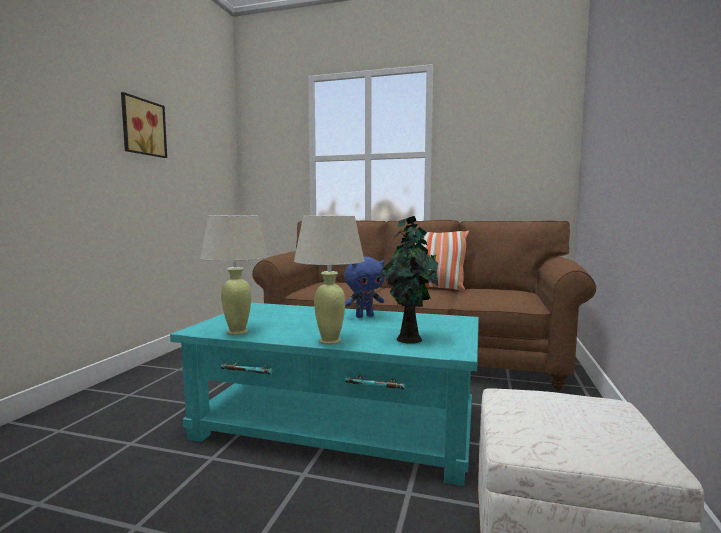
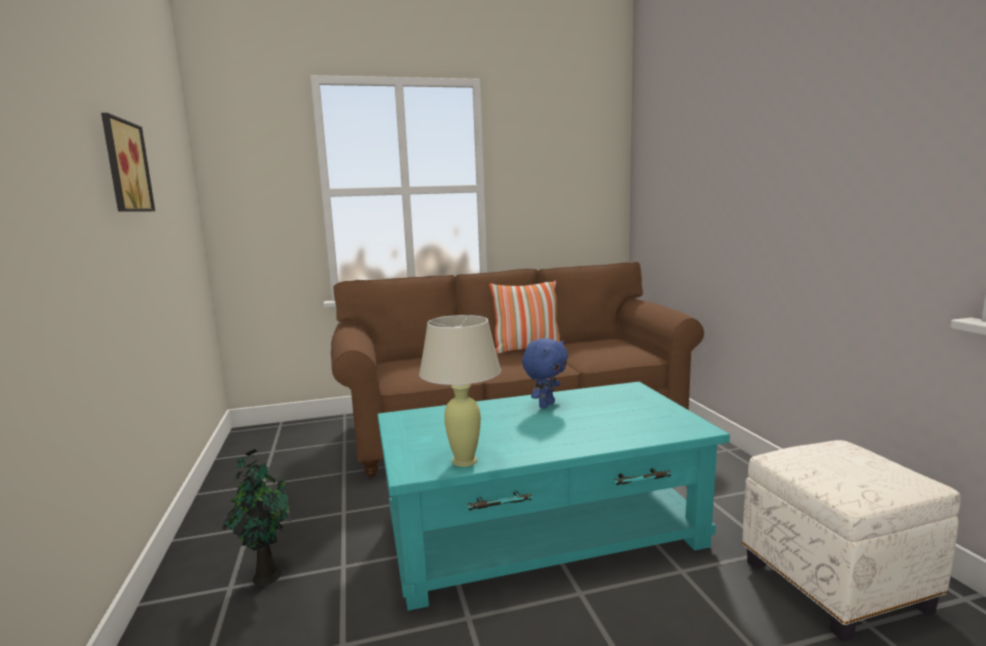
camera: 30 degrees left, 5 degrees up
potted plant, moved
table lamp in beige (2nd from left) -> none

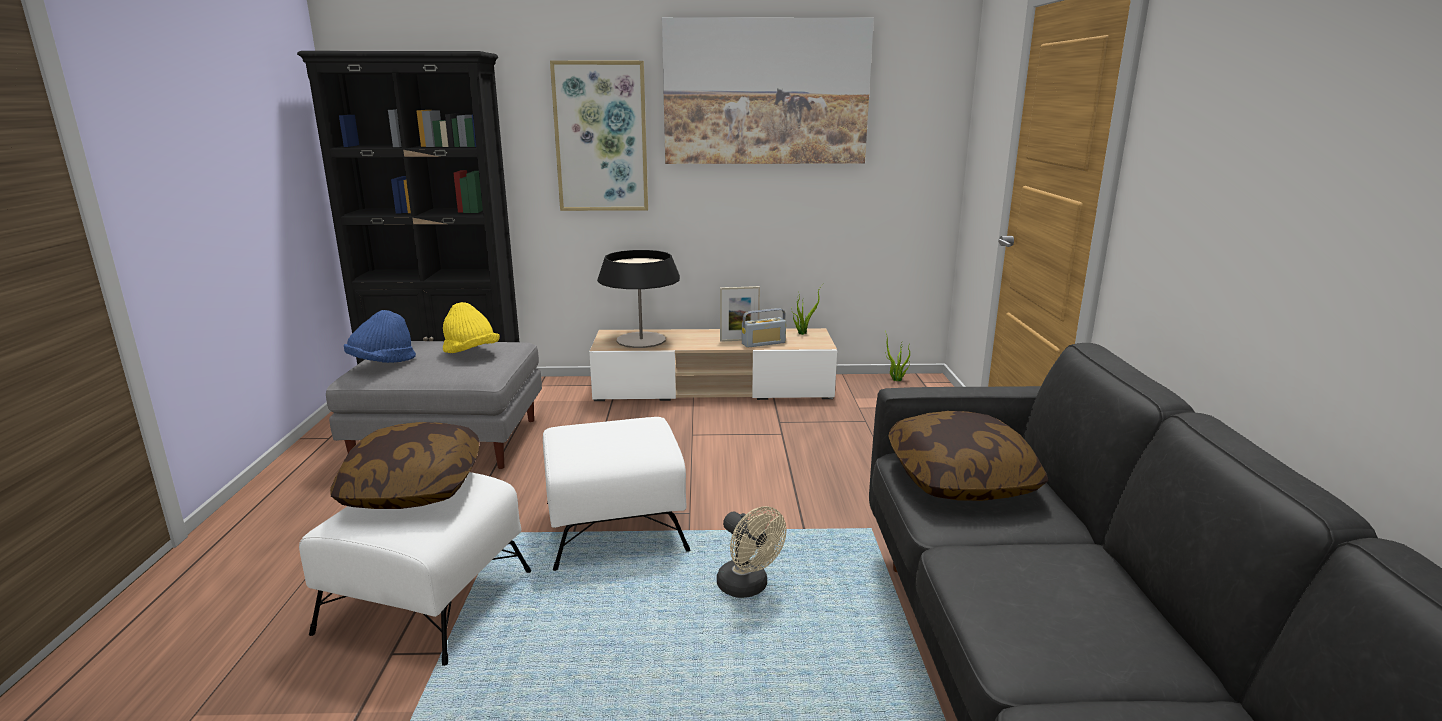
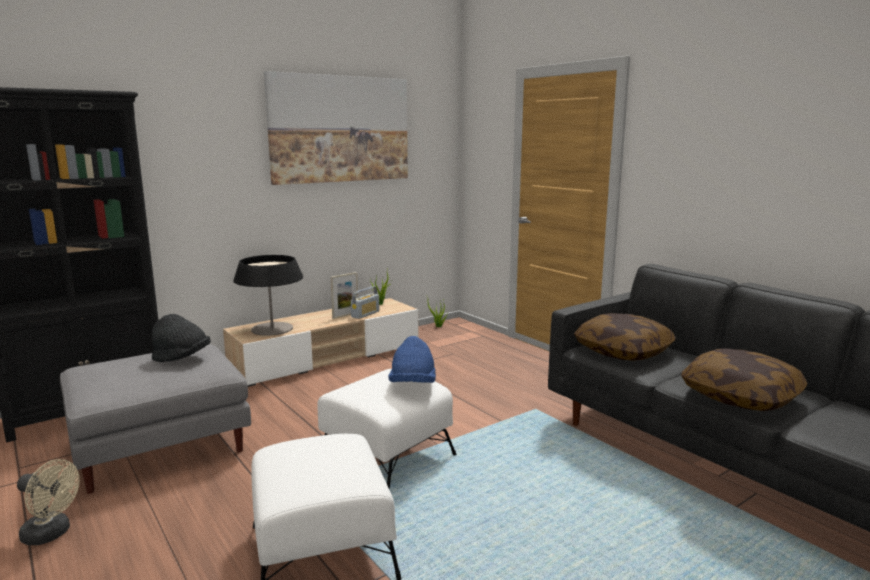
camera: 35 degrees left, 5 degrees down
fan in beige, moved
hat in yellow -> hat in black
hat in blue, moved
pillow (1st from left in the first image) -> pillow (2nd from left), moved
picture (1st from left) -> none

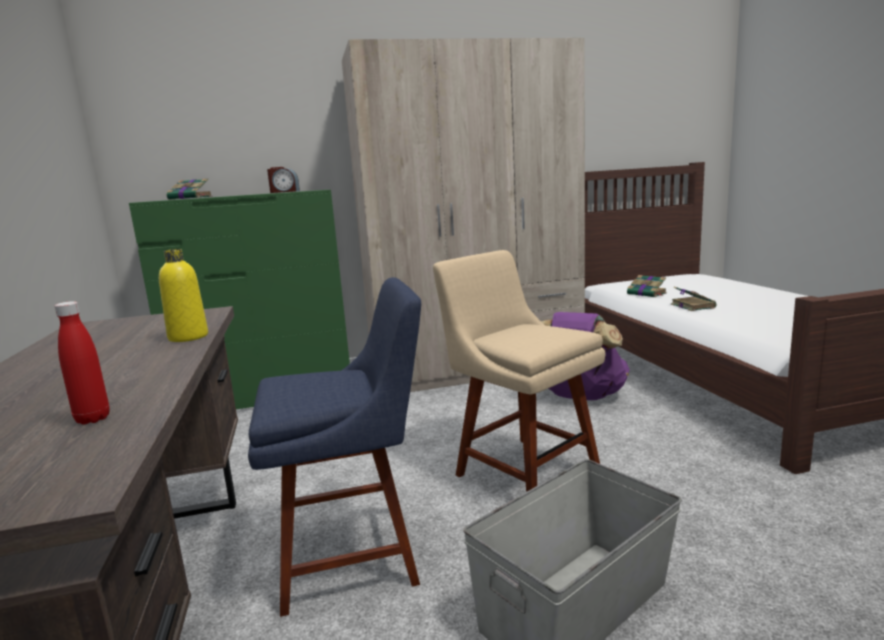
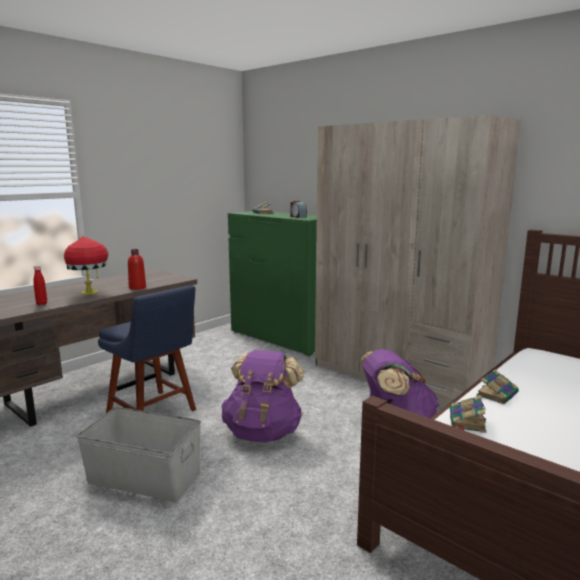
camera: 55 degrees right, 0 degrees up
none -> table lamp in red
bottle in yellow -> bottle in red (2nd from left)
chair in beige -> backpack in purple (1st from left)
book (2nd from left), moved

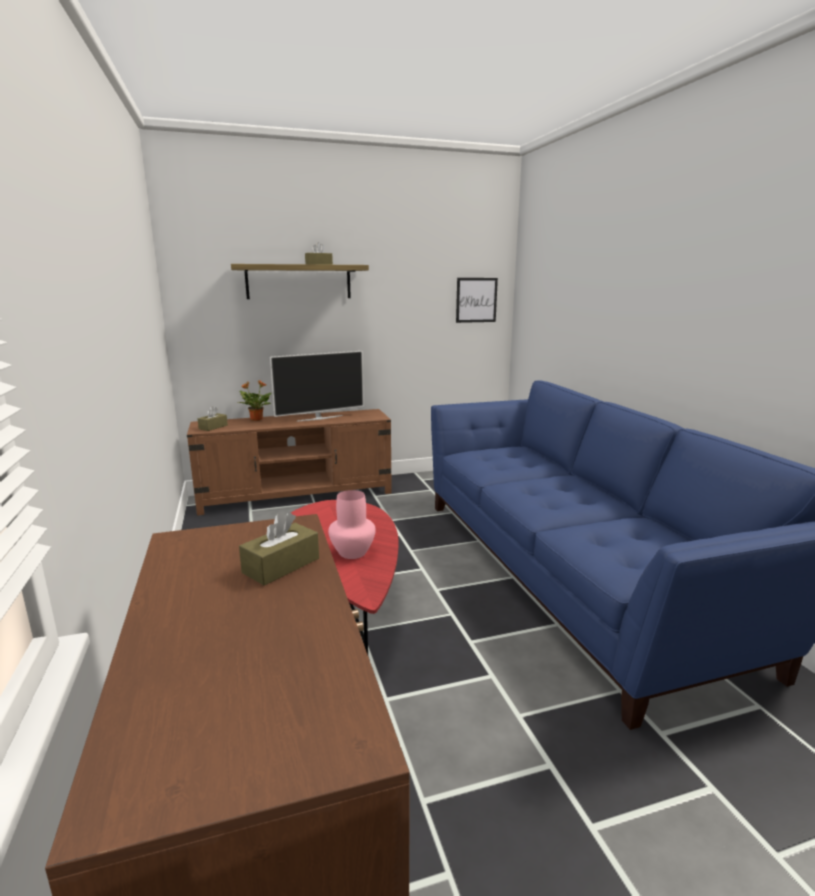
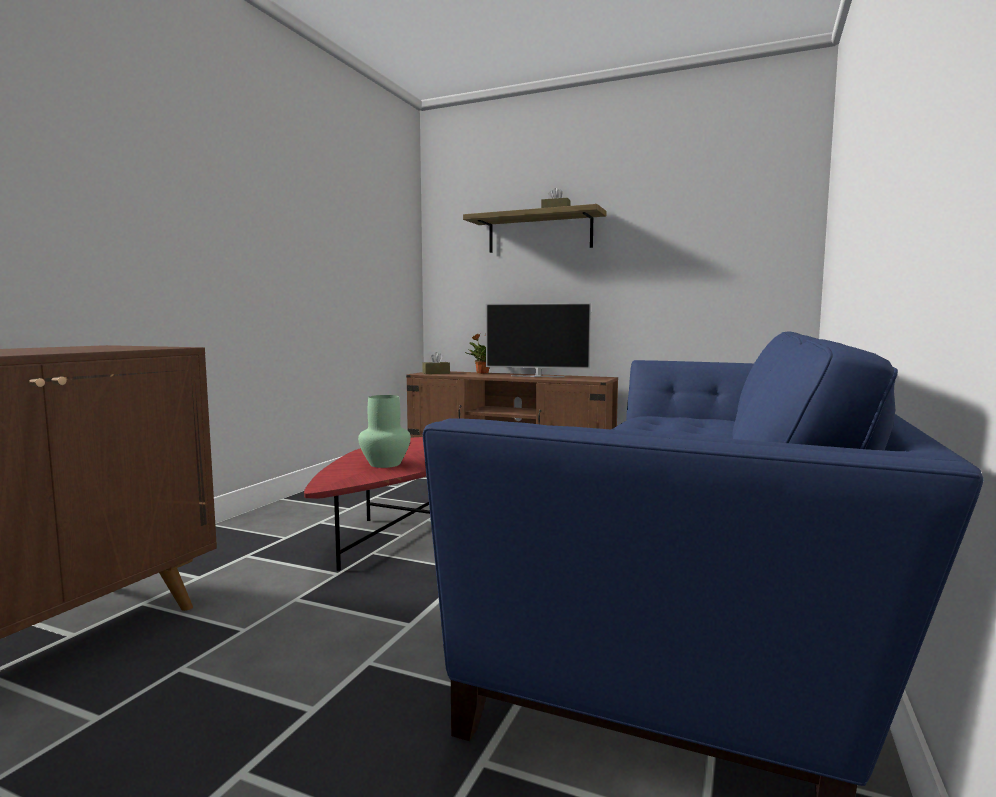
camera: 40 degrees right, 10 degrees down
vase in pink -> vase in green
tissue box in brown (2nd from left) -> none
picture -> none

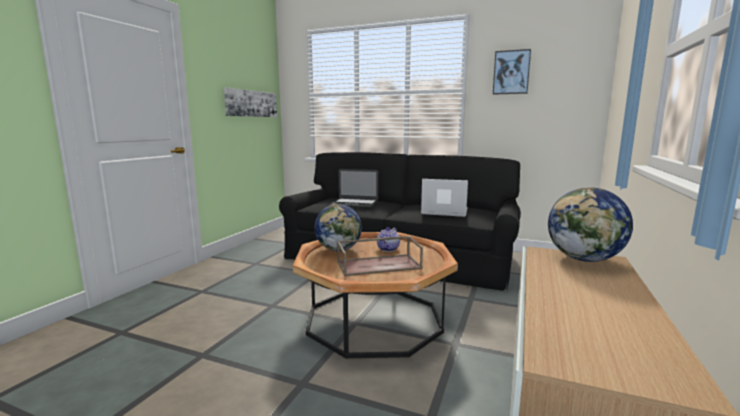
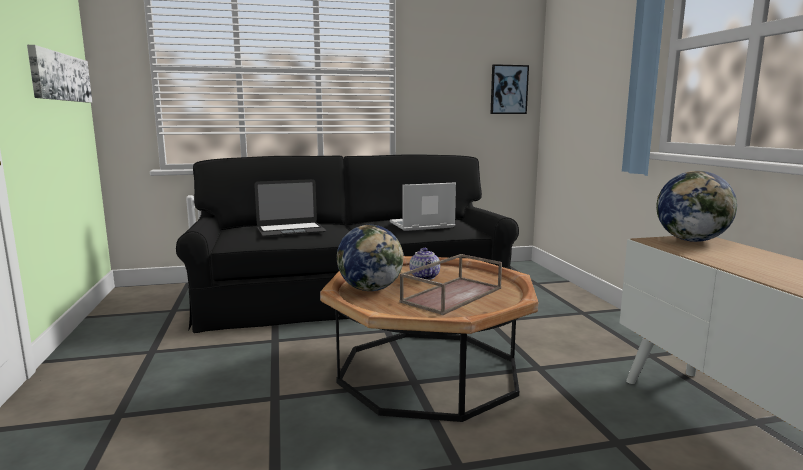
camera: 35 degrees left, 0 degrees up
picture (2nd from left), moved

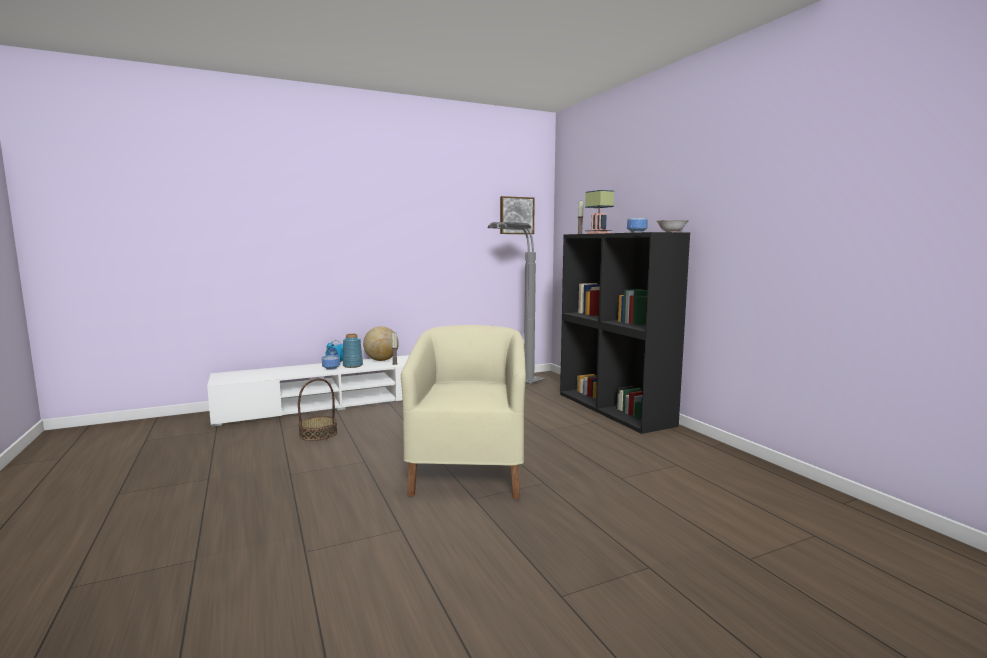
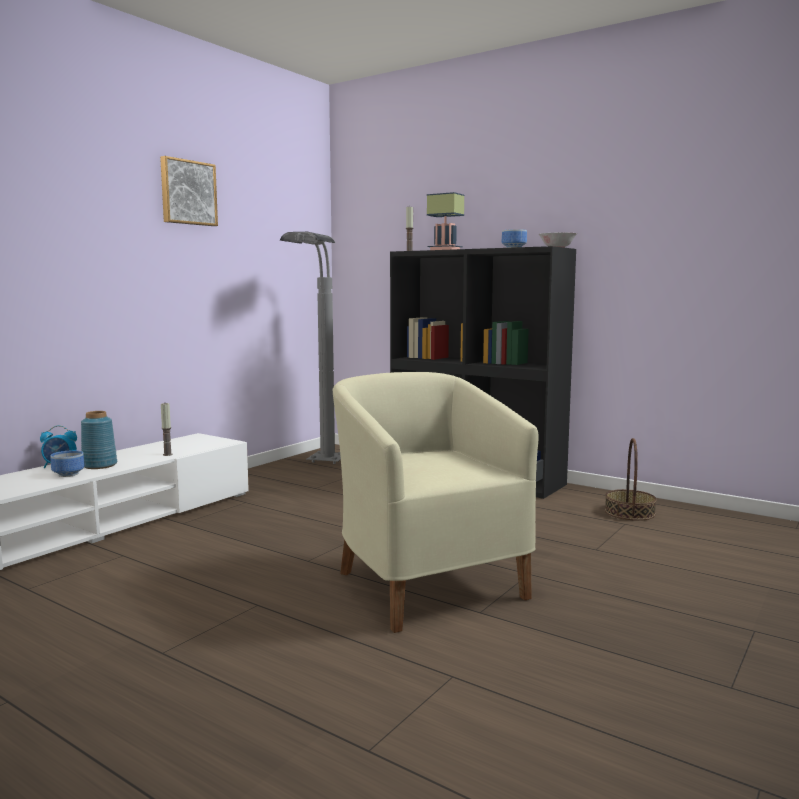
camera: 30 degrees left, 0 degrees up
picture, moved
basket, moved
globe -> none

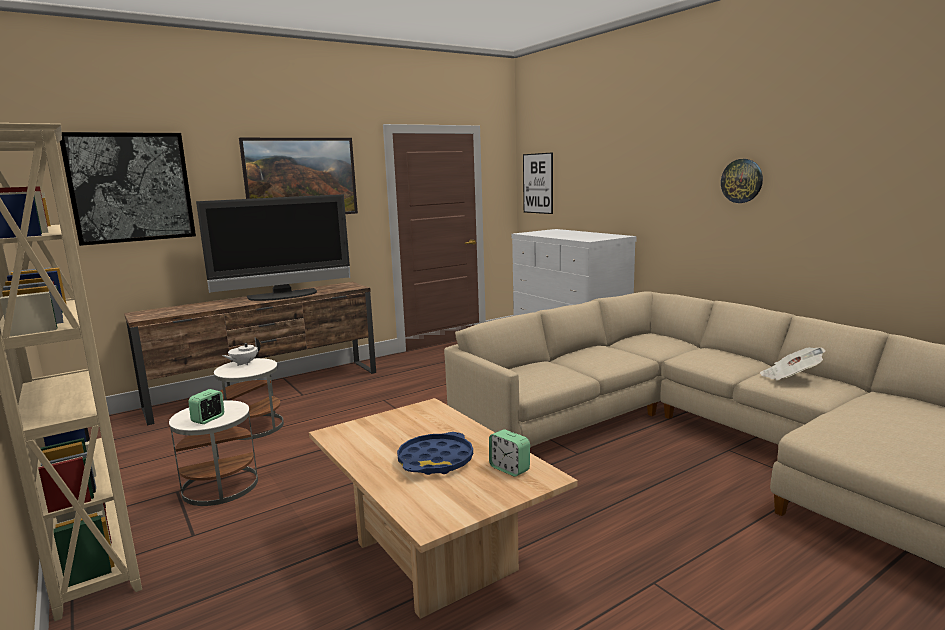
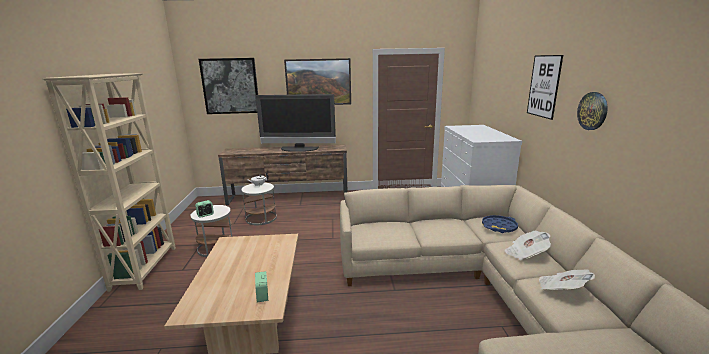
camera: 30 degrees right, 5 degrees up
tray in blue, moved
none -> newspaper (1st from left)
picture (3rd from left), moved

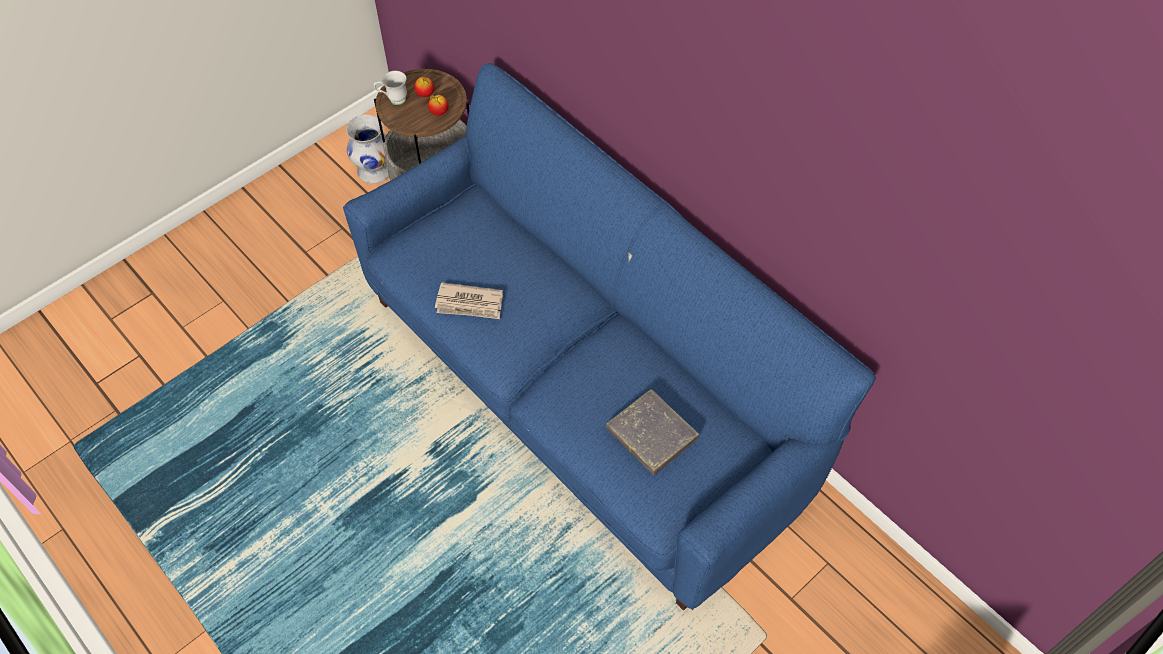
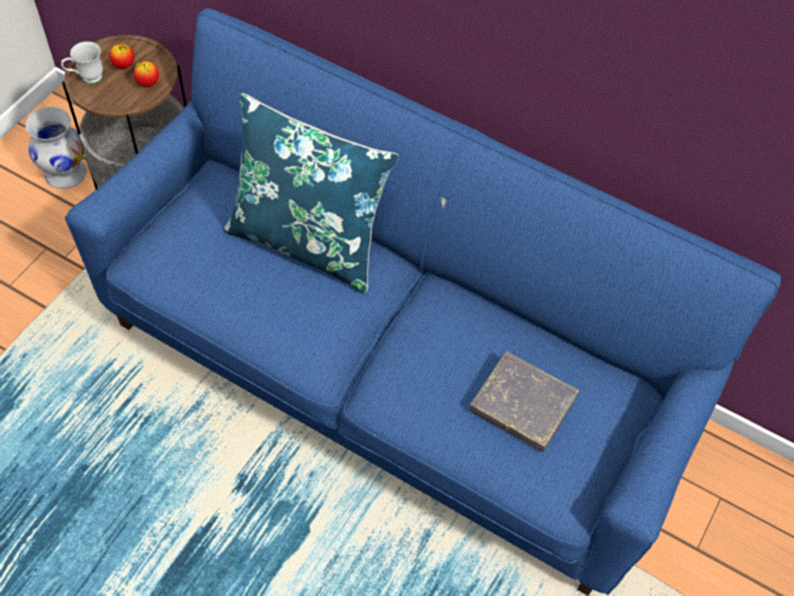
camera: 20 degrees left, 0 degrees up
none -> pillow in blue
newspaper -> none

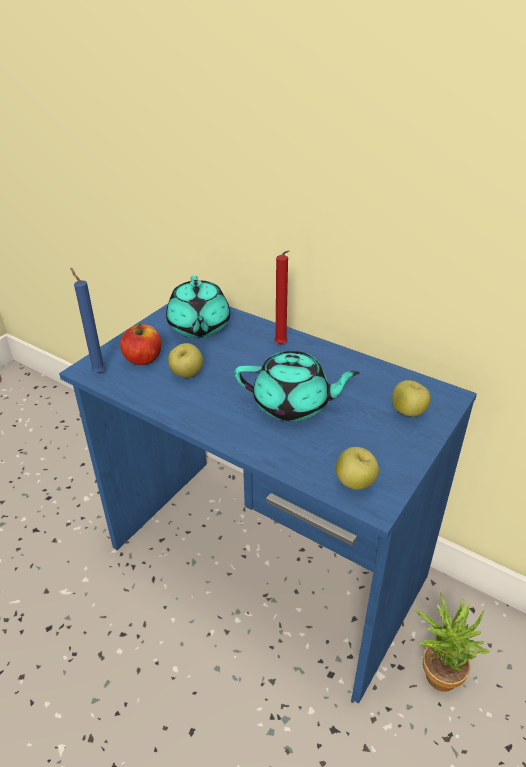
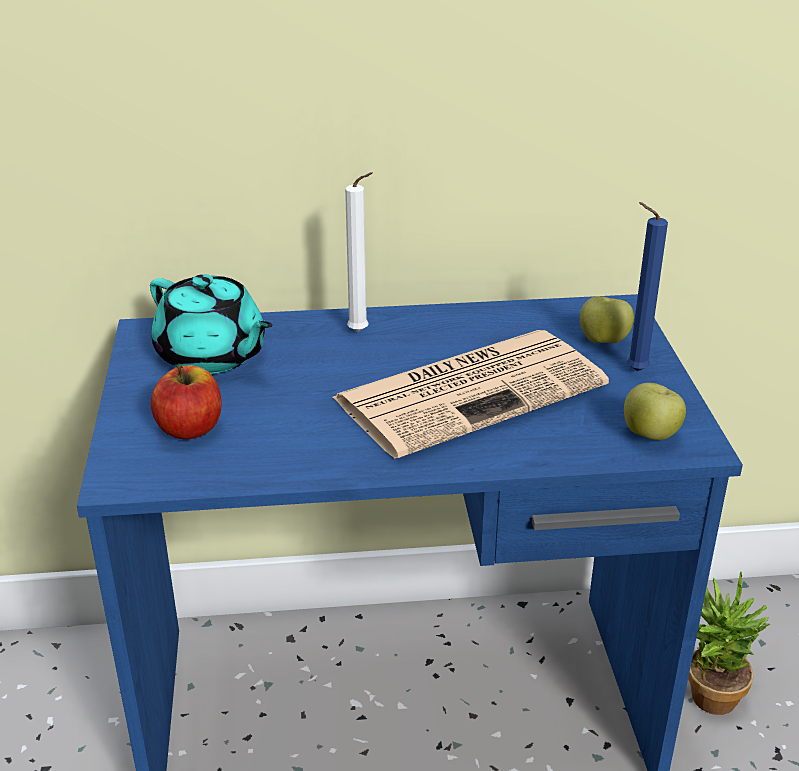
camera: 40 degrees left, 5 degrees down
teapot in turquoise (2nd from left) -> newspaper
candle in red -> candle in white
candle in blue, moved
apple (2nd from left) -> none

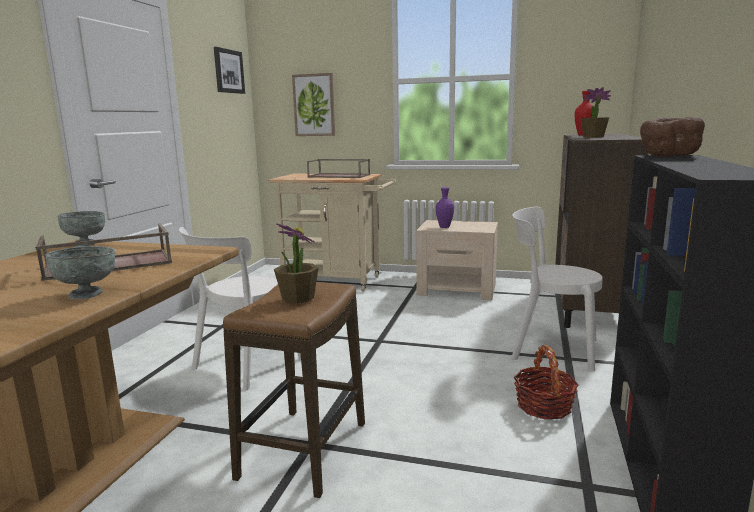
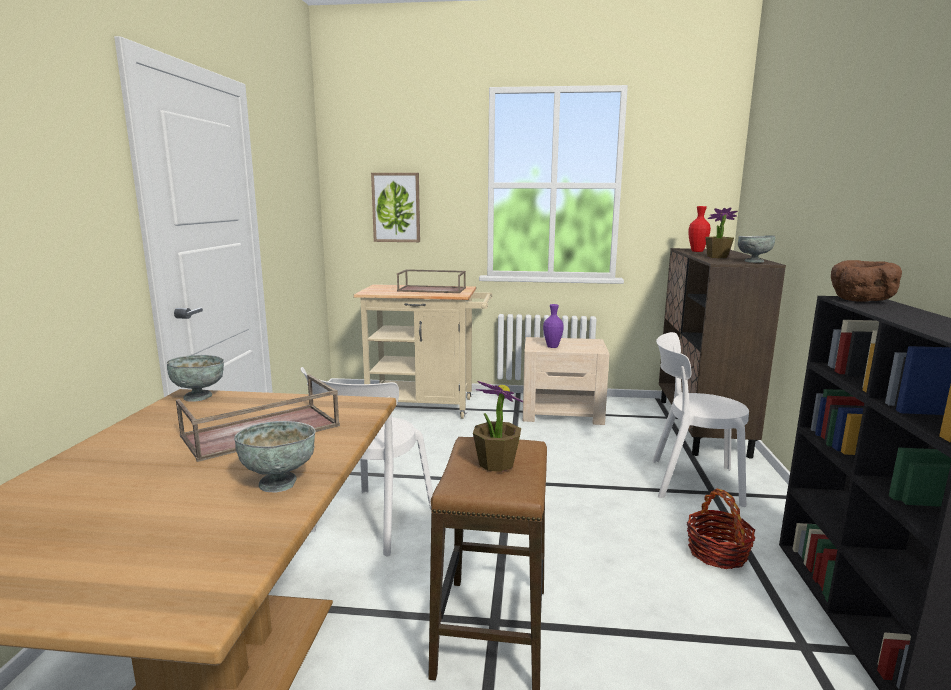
camera: 10 degrees left, 0 degrees up
none -> bowl in grey (3rd from left)
picture (1st from left) -> none

